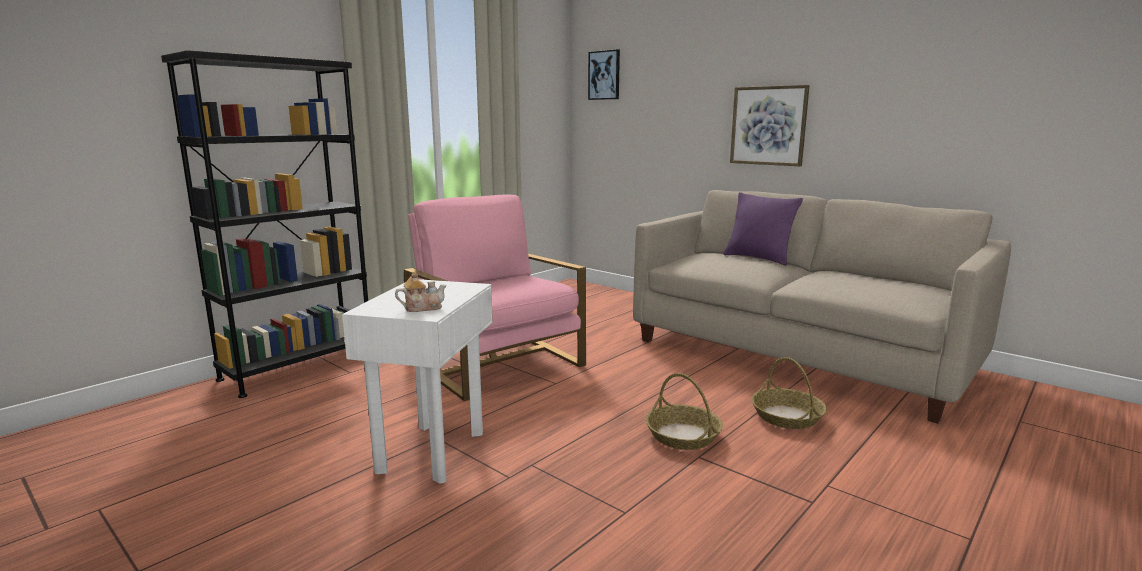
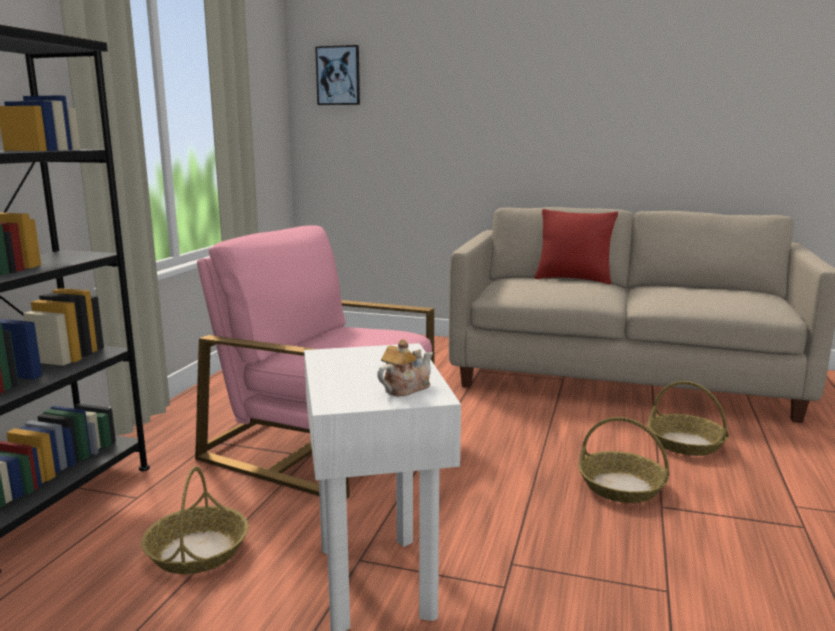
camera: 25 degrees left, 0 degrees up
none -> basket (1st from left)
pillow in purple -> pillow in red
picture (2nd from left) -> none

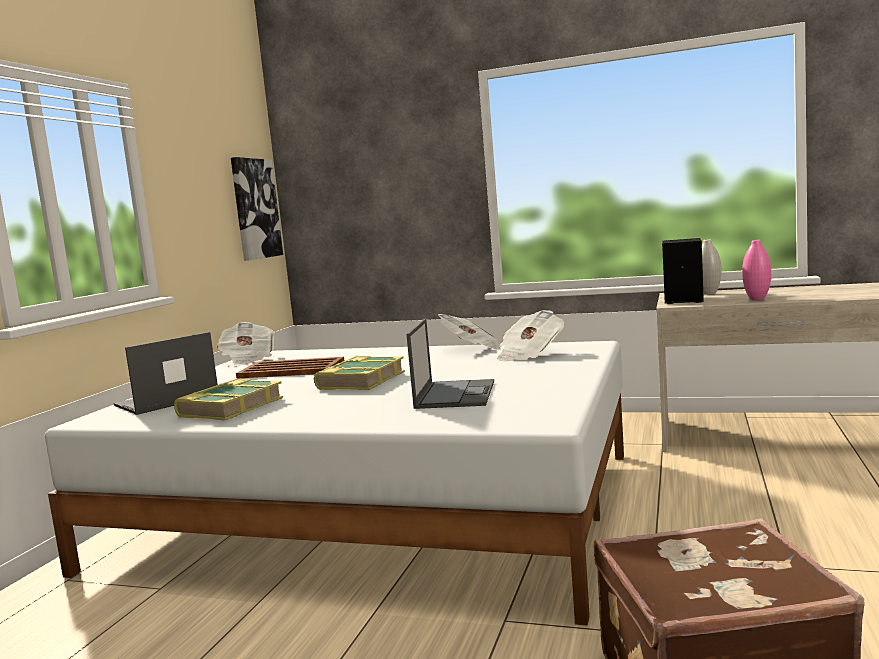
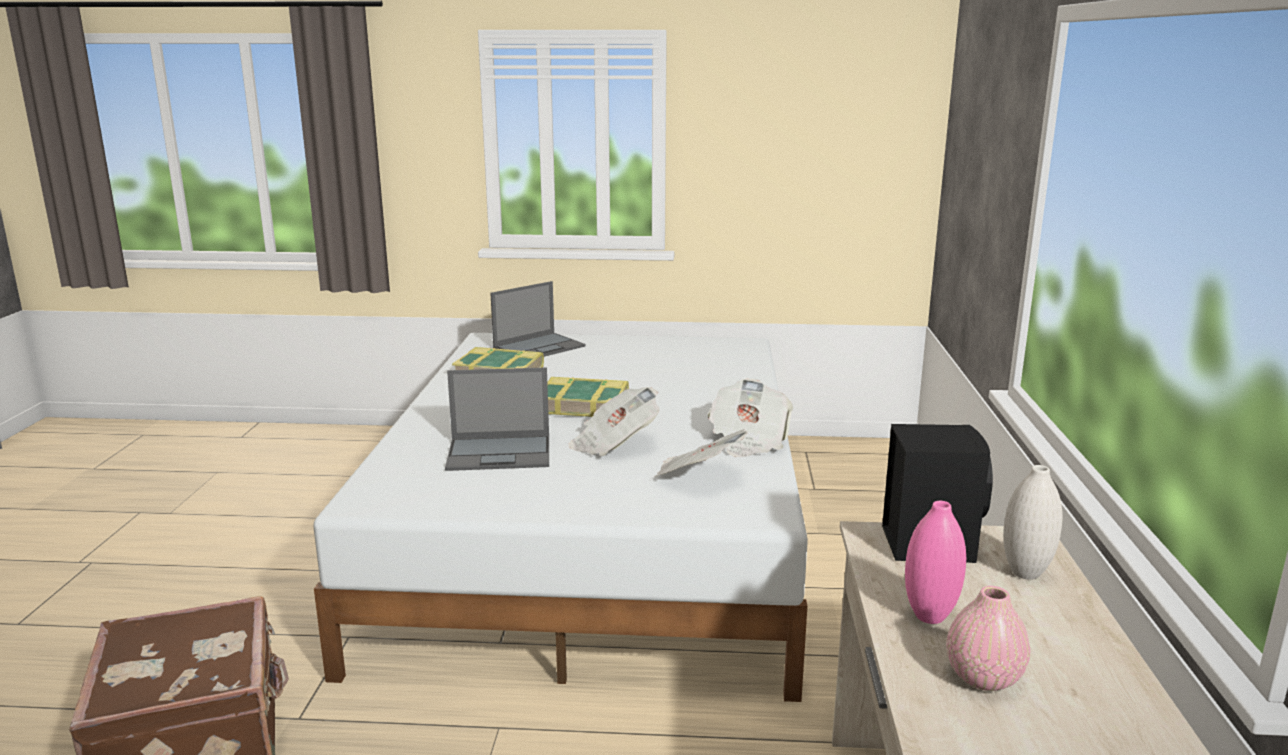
camera: 75 degrees right, 10 degrees up
laptop (1st from left in the first image) -> laptop (2nd from left), 105 degrees clockwise
newspaper (1st from left), moved
none -> vase in pink (2nd from left)
picture -> none
tray in brown -> none

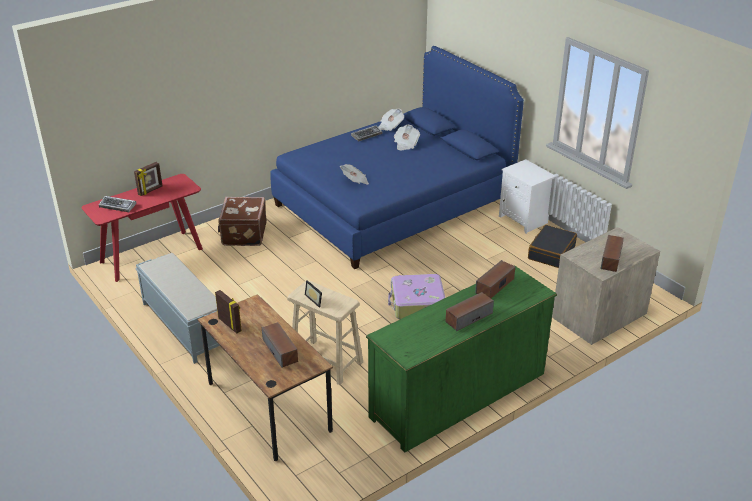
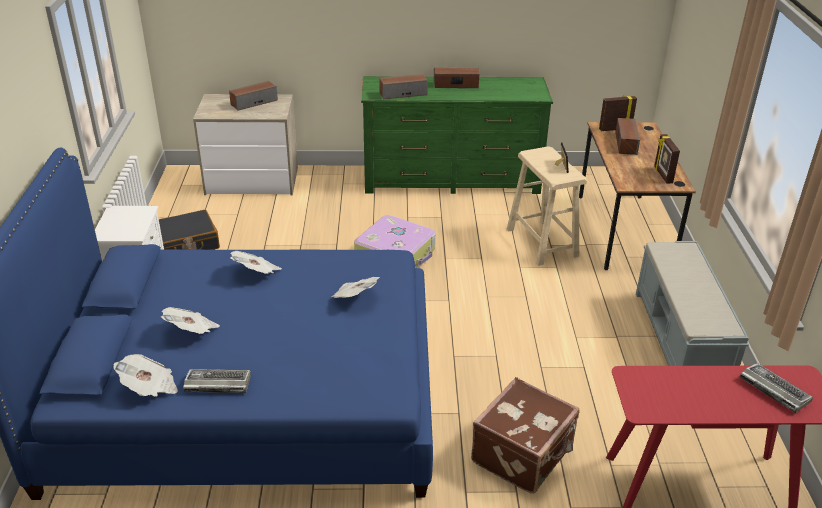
camera: 145 degrees left, 0 degrees up
none -> newspaper (3rd from left)
picture frame (1st from left in the first image) -> picture frame (2nd from left), moved

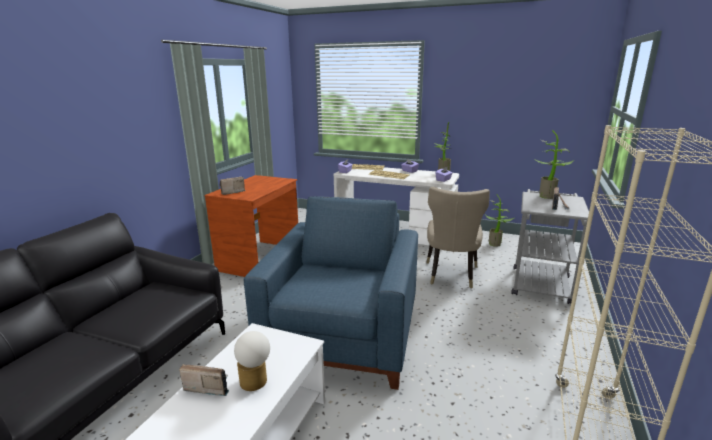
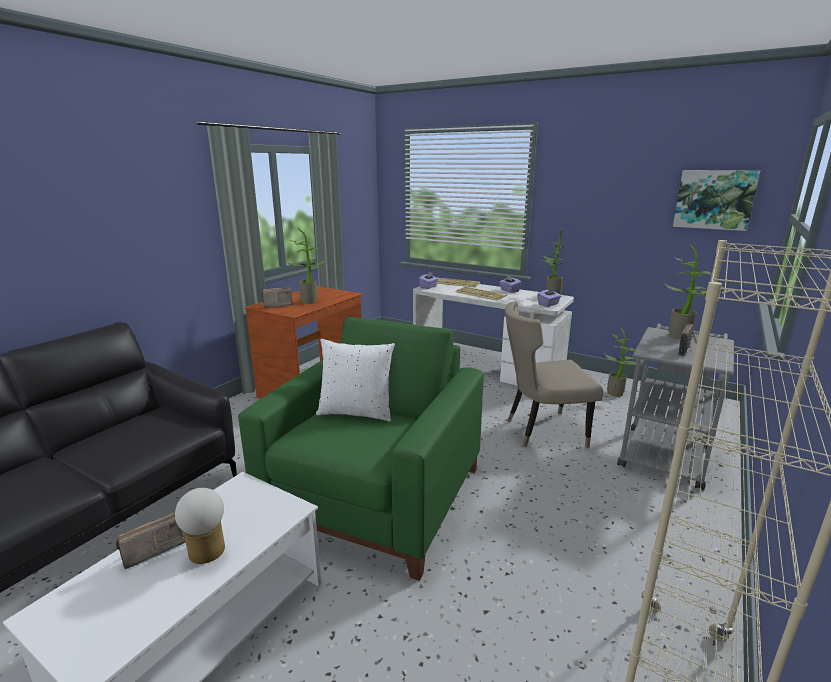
camera: 10 degrees right, 0 degrees up
radio (1st from left), 60 degrees counterclockwise
armchair in blue -> armchair in green
none -> potted plant (1st from left)
none -> pillow in white
chair in beige, 60 degrees clockwise
none -> picture

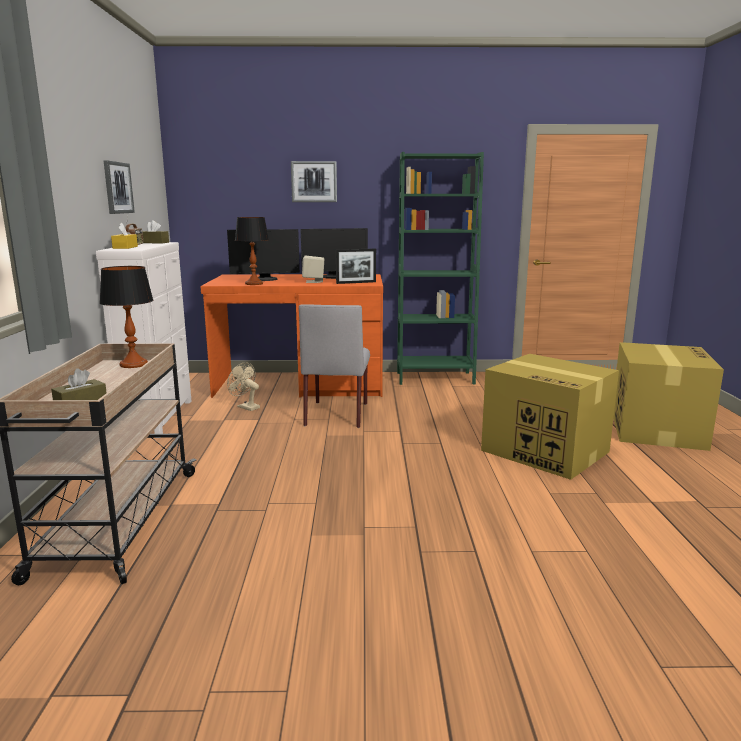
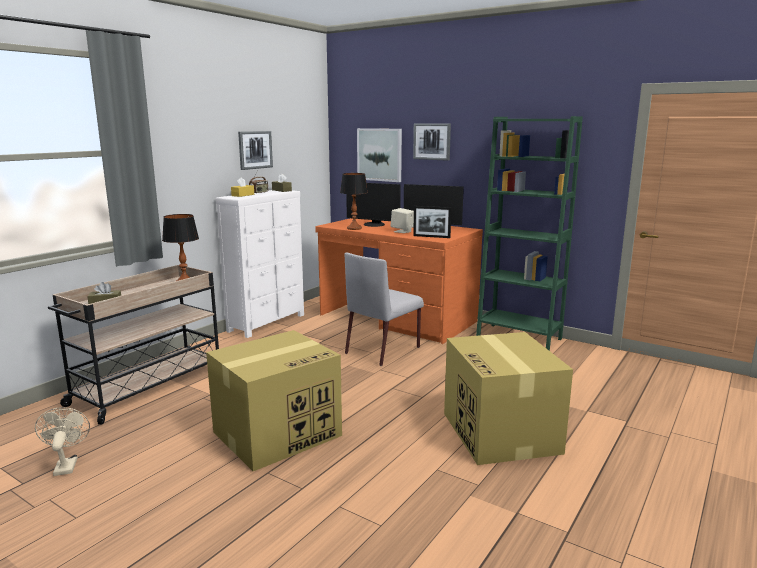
camera: 35 degrees right, 0 degrees up
fan in beige, moved
cardboard box (2nd from left in the first image) -> cardboard box (1st from left), moved
none -> picture (2nd from left)

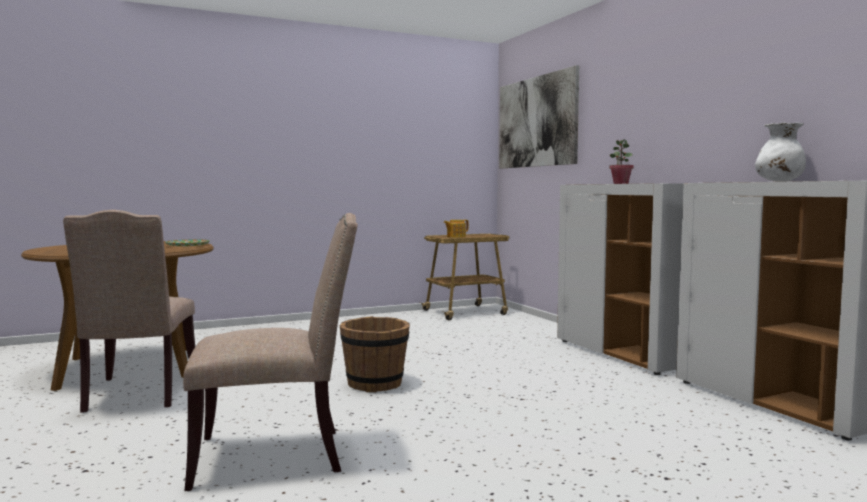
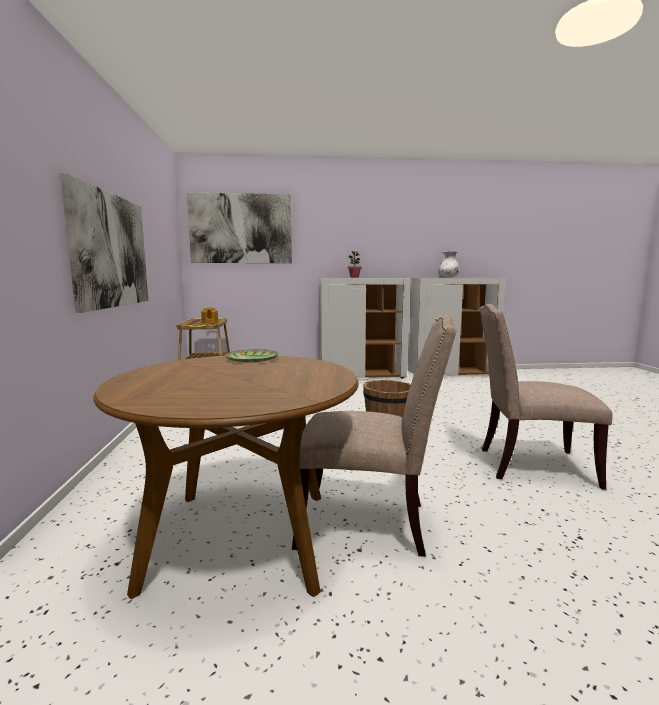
camera: 70 degrees left, 5 degrees up
none -> picture (1st from left)
chair in beige (2nd from left), 90 degrees counterclockwise

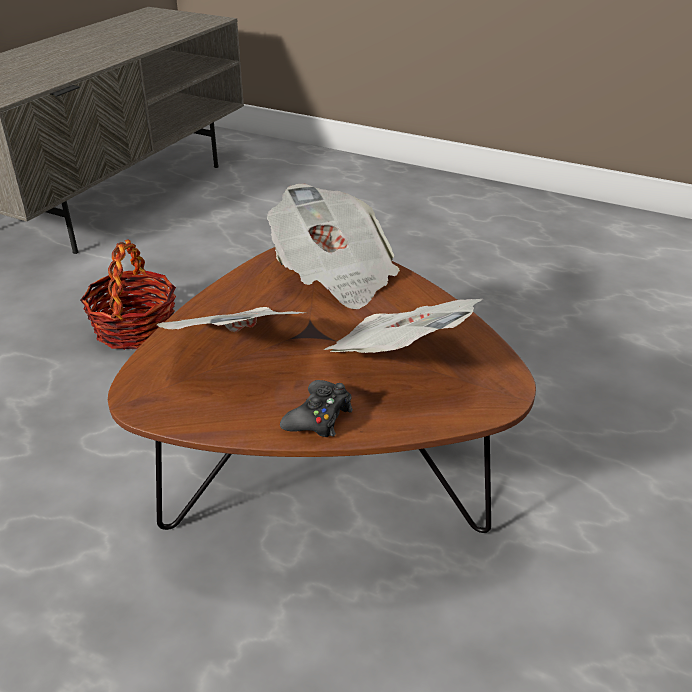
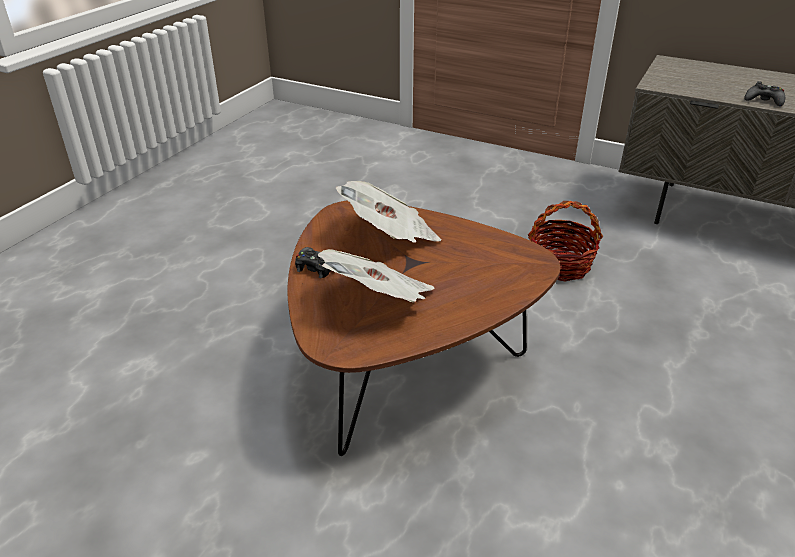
camera: 90 degrees right, 0 degrees up
none -> game controller in black (2nd from left)
newspaper (2nd from left) -> none

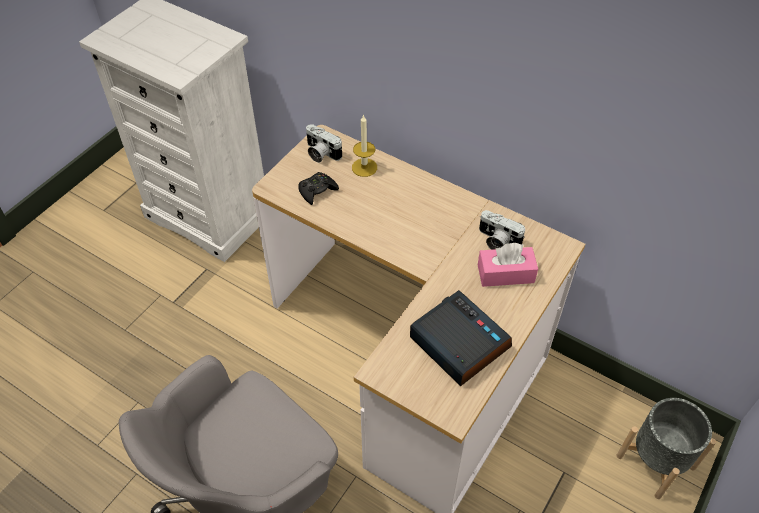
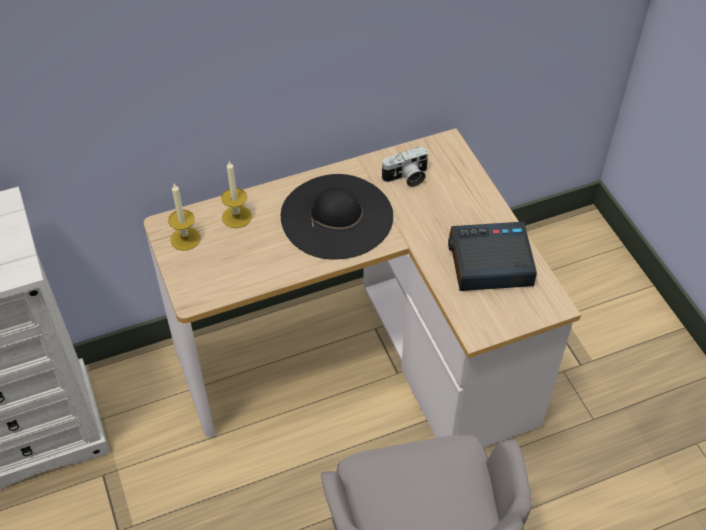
camera: 55 degrees left, 0 degrees up
photo camera (1st from left) -> candle (1st from left)
none -> hat in black
game controller in black -> none
tissue box in pink -> none
planter in grey -> none

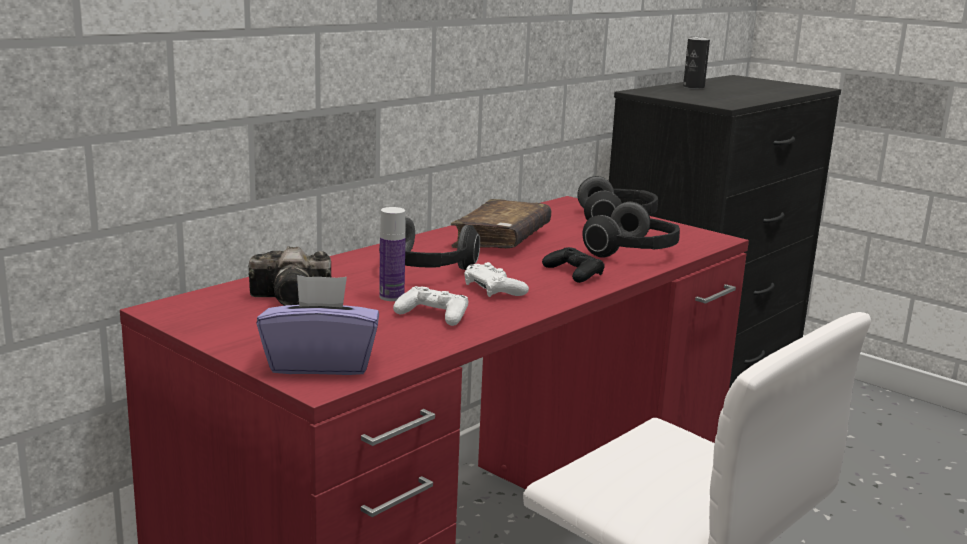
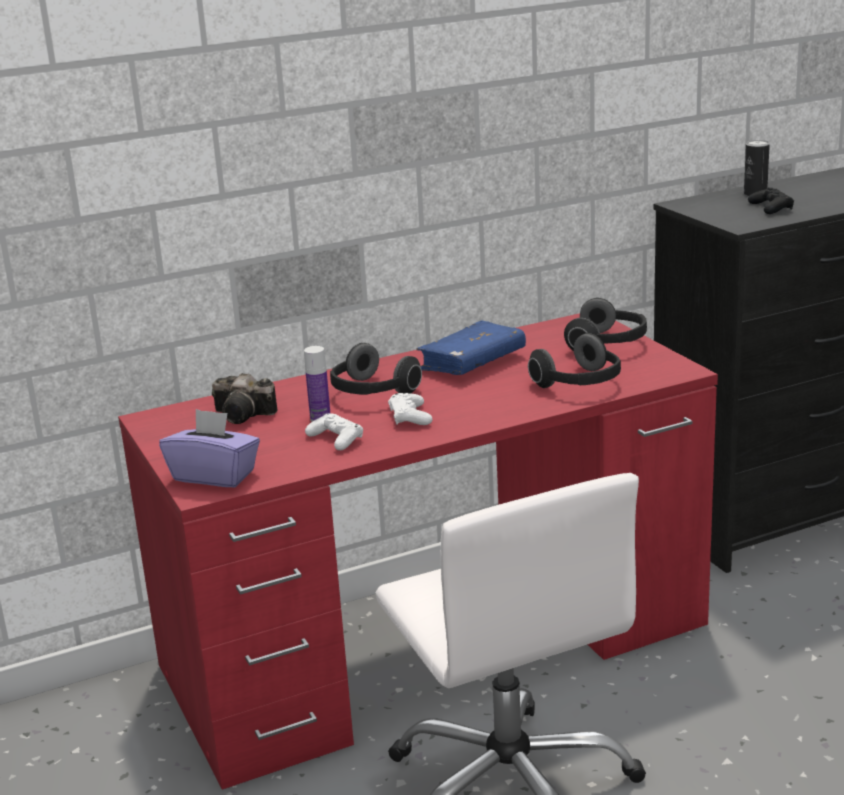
camera: 25 degrees right, 5 degrees up
book in brown -> book in blue
game controller in black, moved

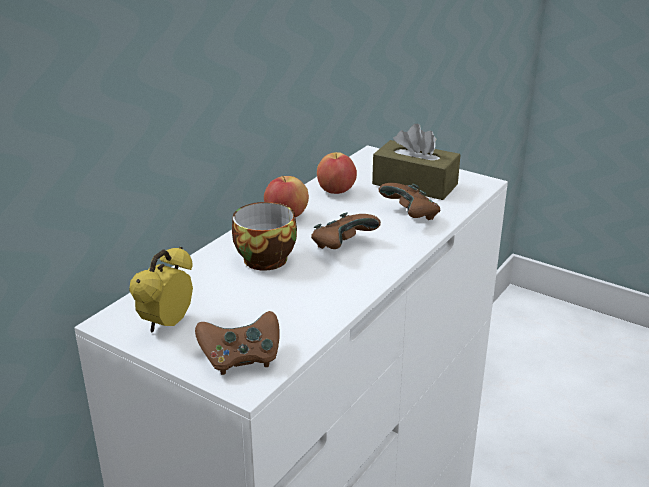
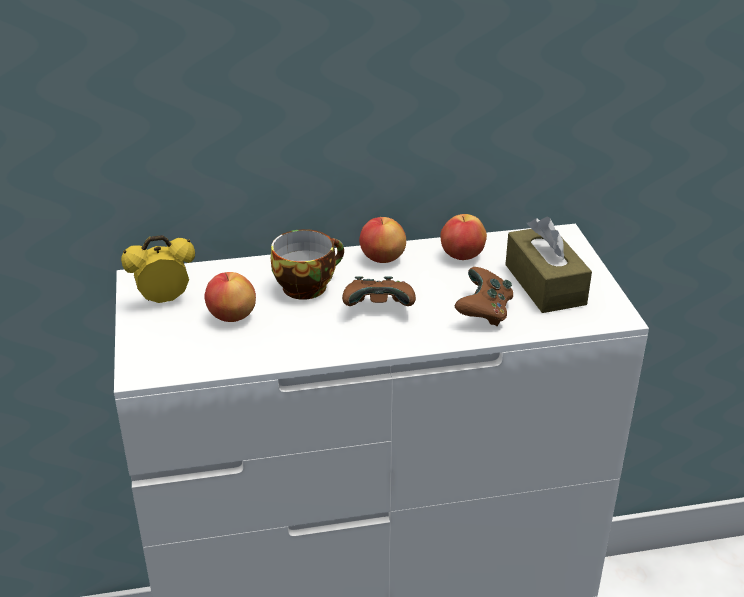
camera: 45 degrees right, 5 degrees up
none -> apple (1st from left)
game controller in brown (1st from left) -> none

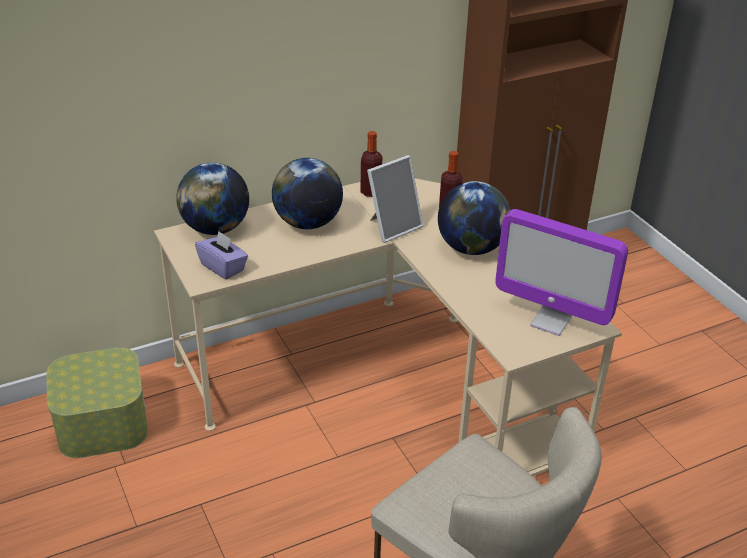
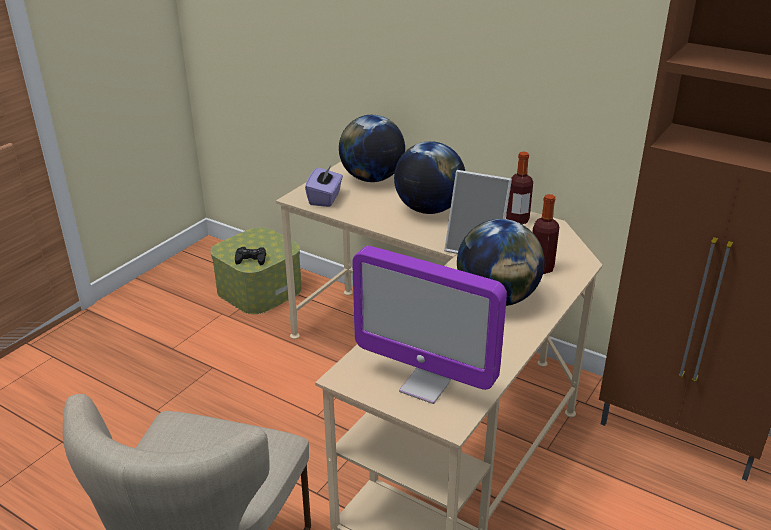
camera: 60 degrees right, 5 degrees down
none -> game controller in black
monitor, 60 degrees counterclockwise

